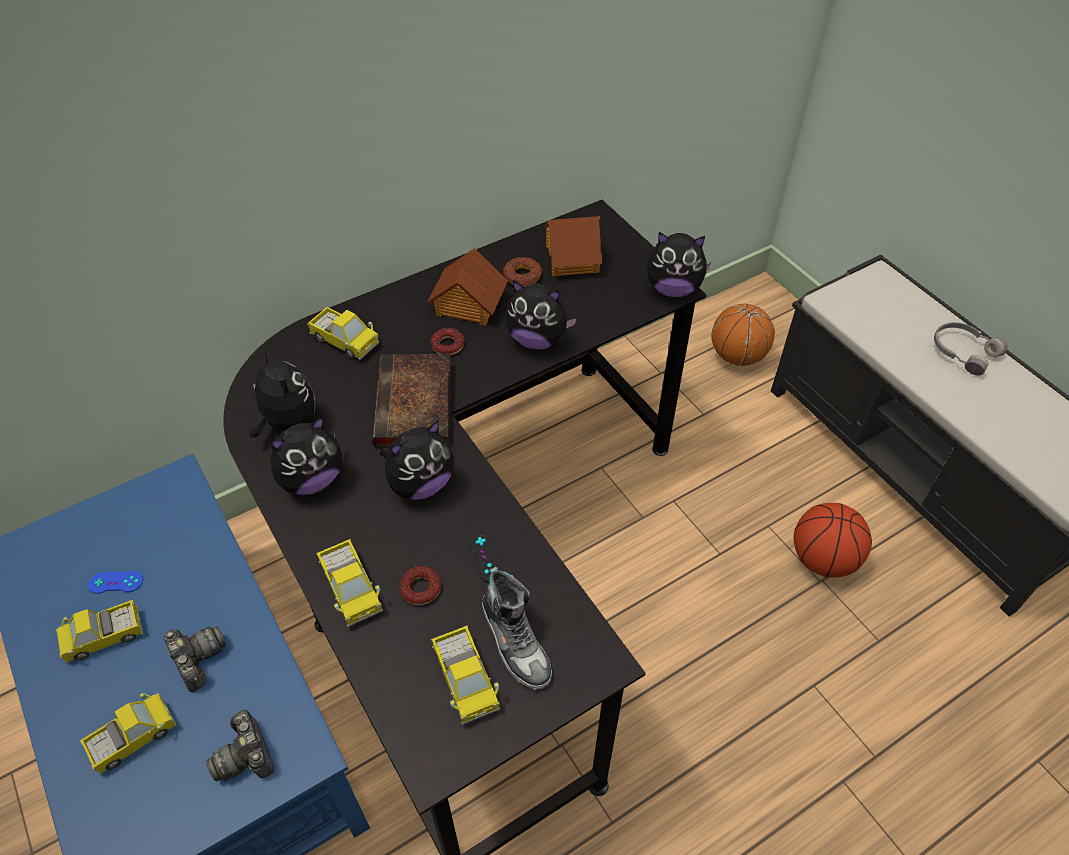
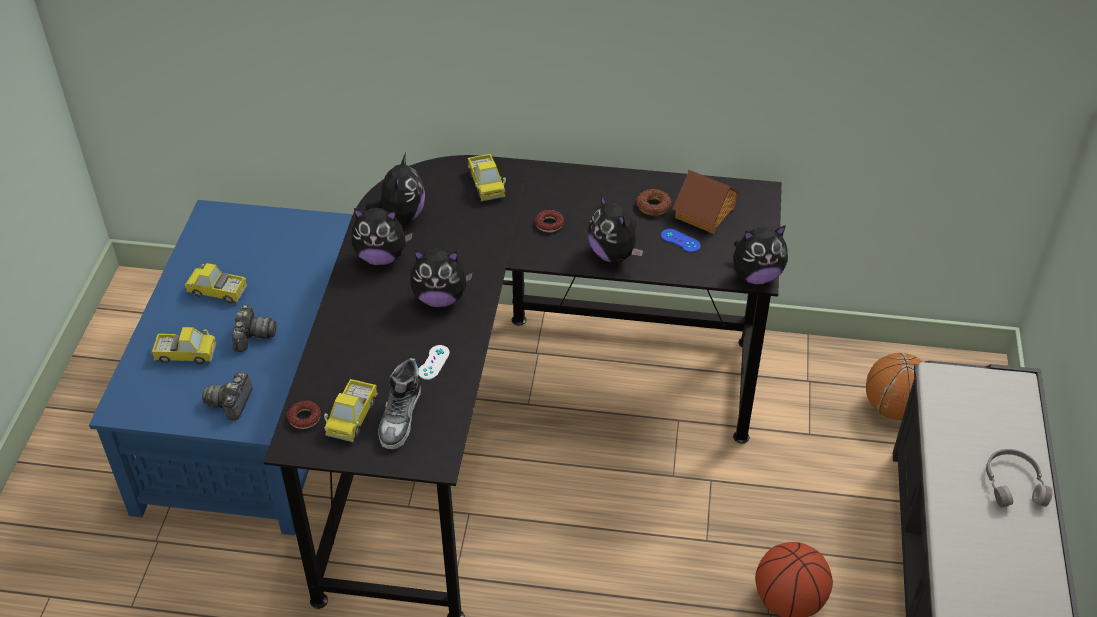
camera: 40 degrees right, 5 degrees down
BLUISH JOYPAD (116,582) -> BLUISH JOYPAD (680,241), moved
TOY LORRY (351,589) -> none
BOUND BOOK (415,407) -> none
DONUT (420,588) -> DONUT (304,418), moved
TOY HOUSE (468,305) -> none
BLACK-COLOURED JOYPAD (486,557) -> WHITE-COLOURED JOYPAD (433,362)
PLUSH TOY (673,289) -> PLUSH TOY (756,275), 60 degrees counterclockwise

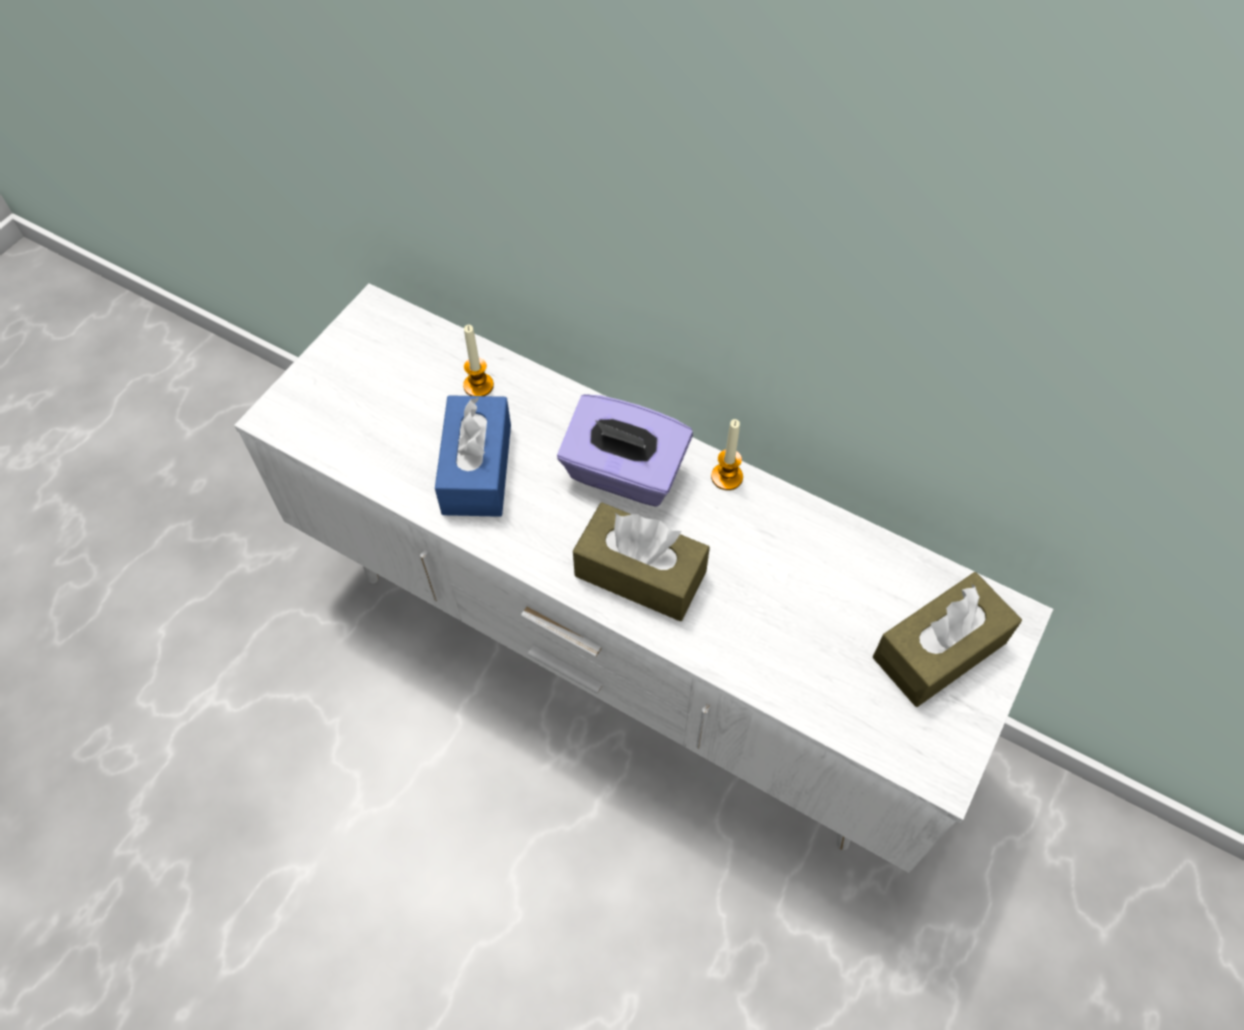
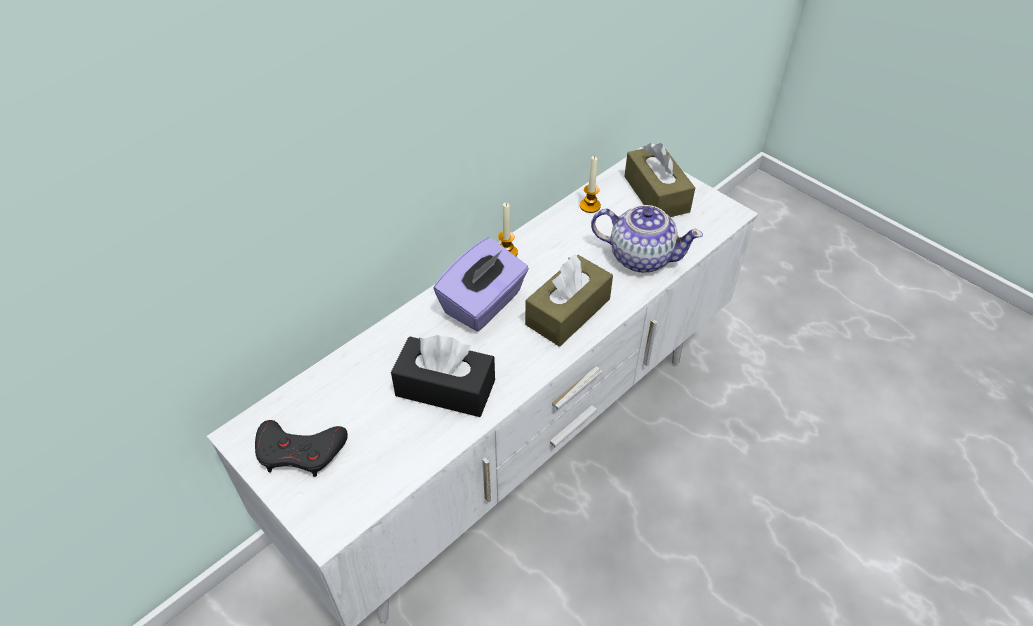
camera: 75 degrees left, 10 degrees down
BLUISH BOX OF TISSUES (477,469) -> BLACK-COLOURED BOX OF TISSUES (445,388)
CANDLE (478,385) -> CANDLE (590,206), moved
none -> BLACK-COLOURED JOYPAD (300,451)
none -> POT FOR TEA (640,256)

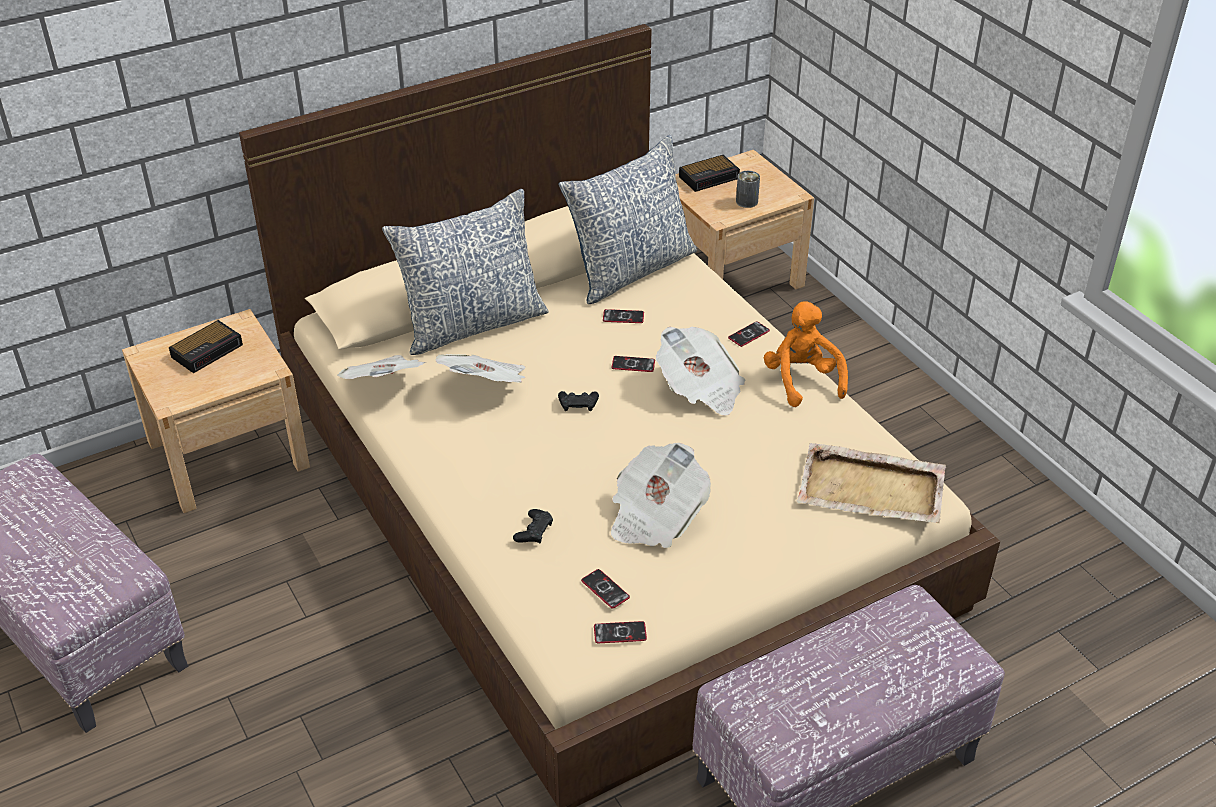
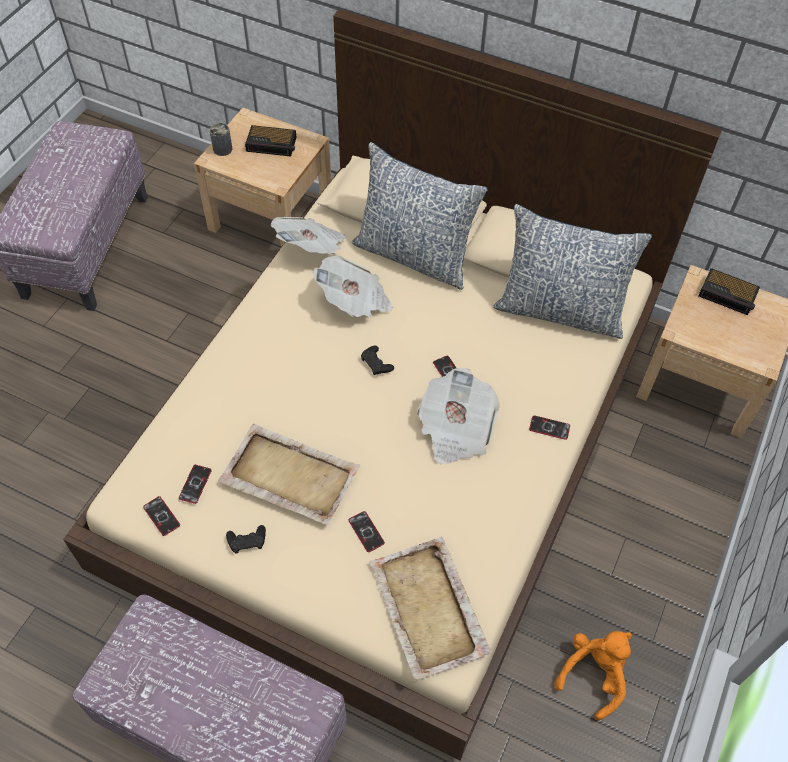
camera: 55 degrees right, 15 degrees up
BLACK-COLOURED JOYPAD (534,531) -> BLACK-COLOURED JOYPAD (247,541), moved
TELEPHONE (623,317) -> TELEPHONE (366,532), moved
PRINTED PAPER (655,516) -> BEIGE SERVING TRAY (288,475)
METAL CAN (747,201) -> METAL CAN (222,149), moved
ORANGE-COLOURED PLUSH TOY (802,380) -> ORANGE-COLOURED PLUSH TOY (594,674), moved

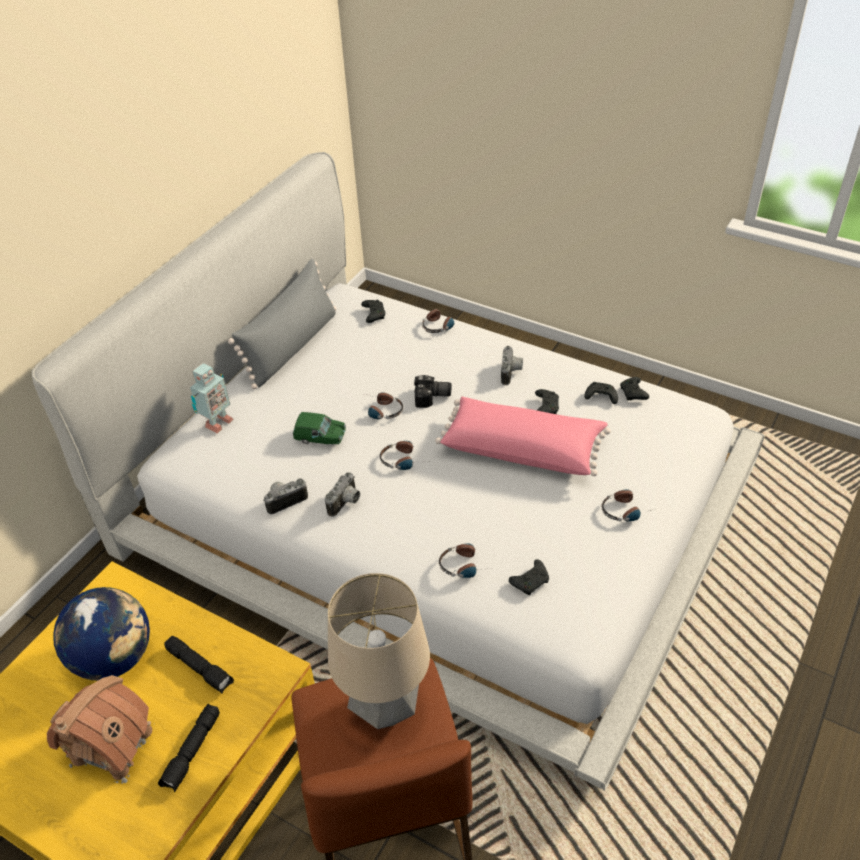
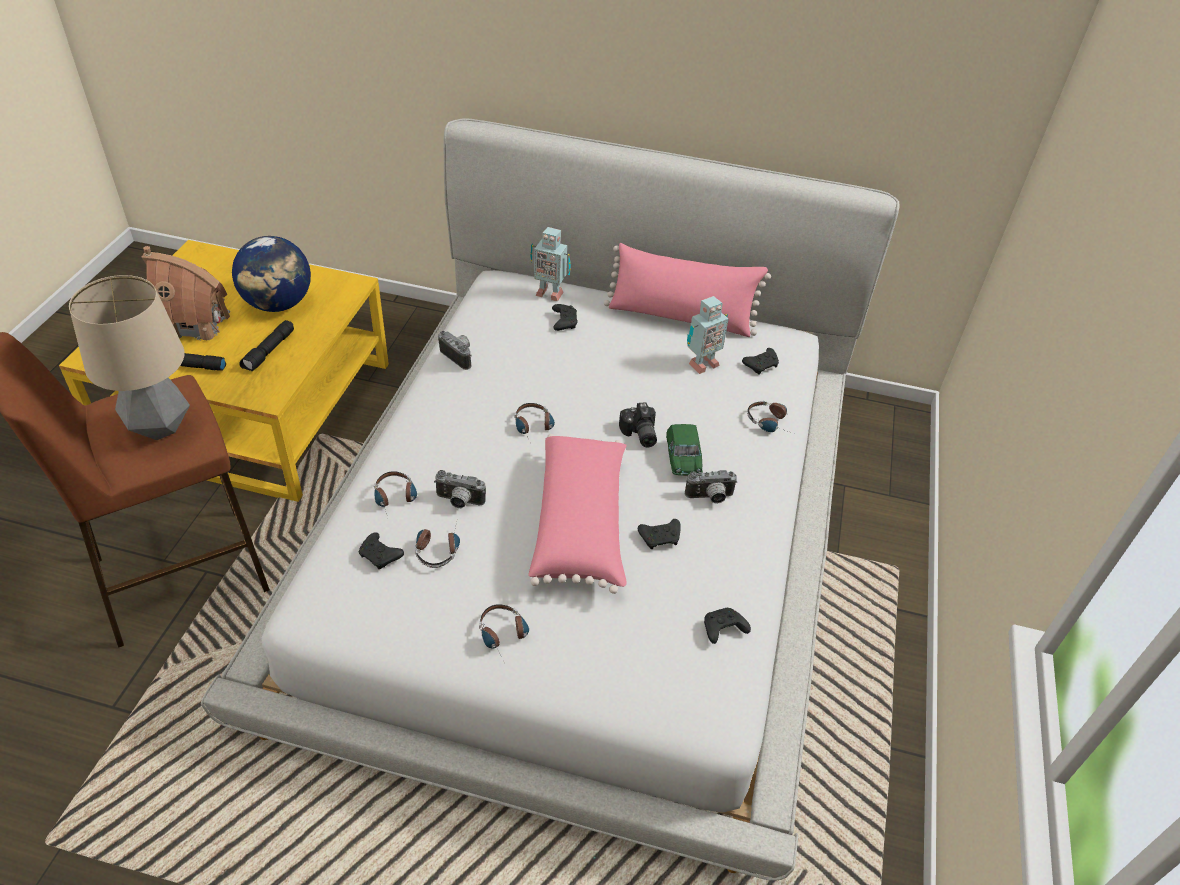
camera: 70 degrees right, 0 degrees up
GREY THROW PILLOW (292,346) -> PINKISH THROW PILLOW (680,317)
GREENISH TOY CAR (320,437) -> GREENISH TOY CAR (683,460), moved
STILL CAMERA (346,503) -> STILL CAMERA (459,502), moved
HEADSET (380,410) -> HEADSET (438,547), moved
BLACK-COLOURED JOYPAD (600,397) -> BLACK-COLOURED JOYPAD (564,321), moved
none -> MODEL ROBOT (701,364)

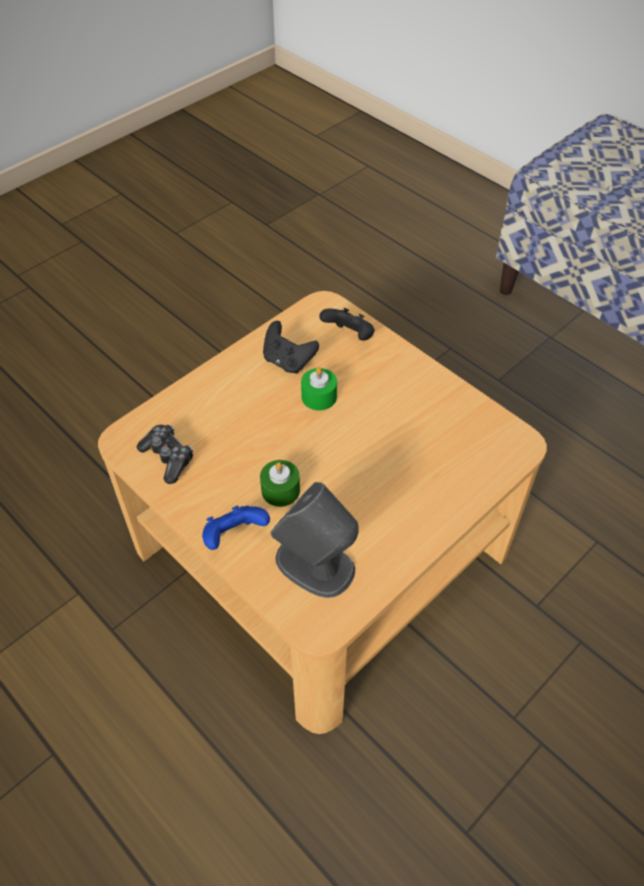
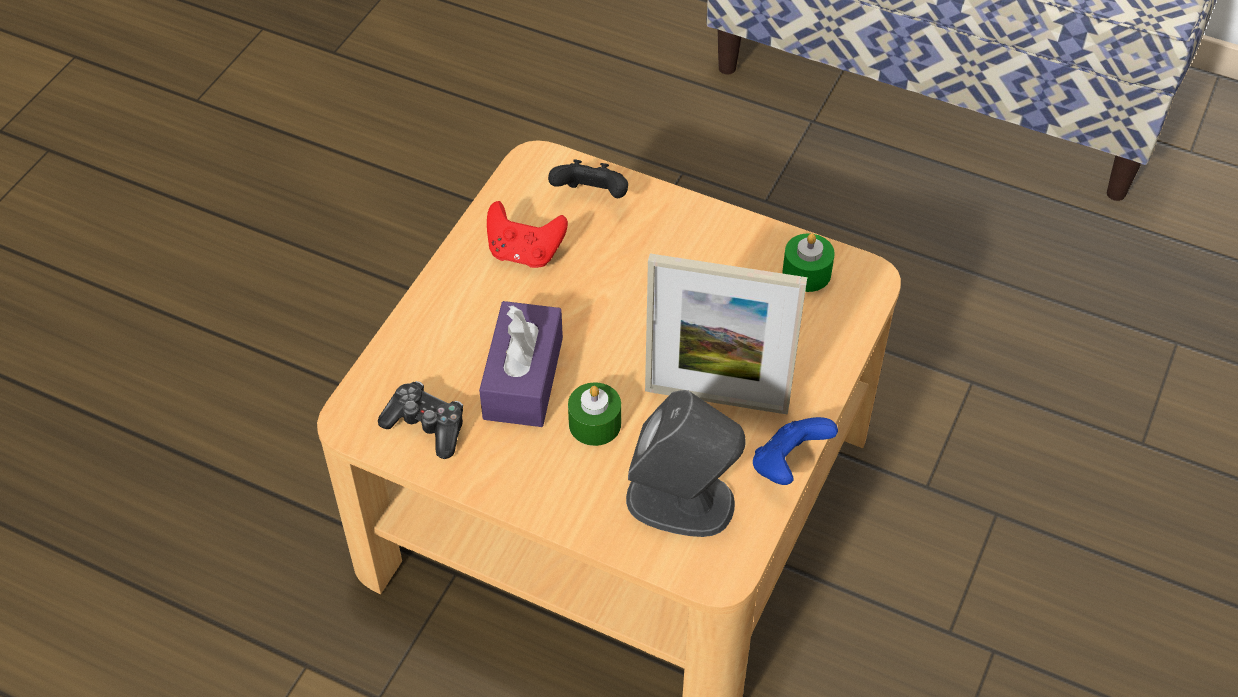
camera: 20 degrees left, 0 degrees up
BLUISH JOYPAD (234,536) -> BLUISH JOYPAD (788,465), moved
BLACK-COLOURED JOYPAD (288,361) -> REDDISH JOYPAD (525,253)
GREENISH CANDLE (319,397) -> GREENISH CANDLE (806,273), moved
none -> PURPLE BOX OF TISSUES (523,378)
none -> STANDING FRAME (716,399)

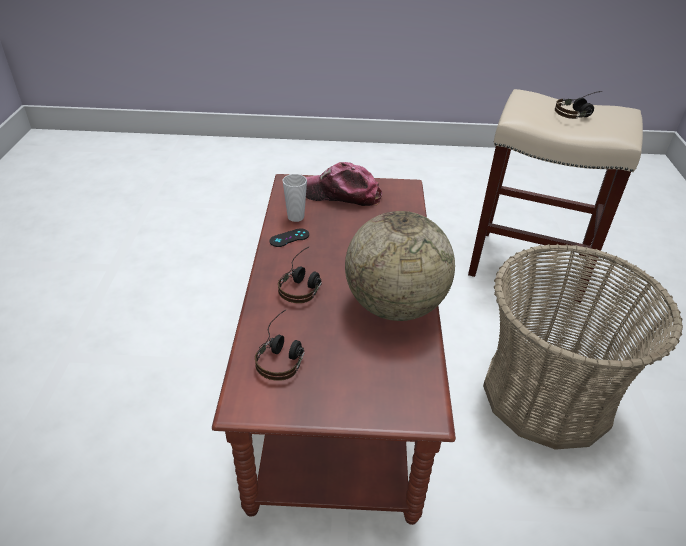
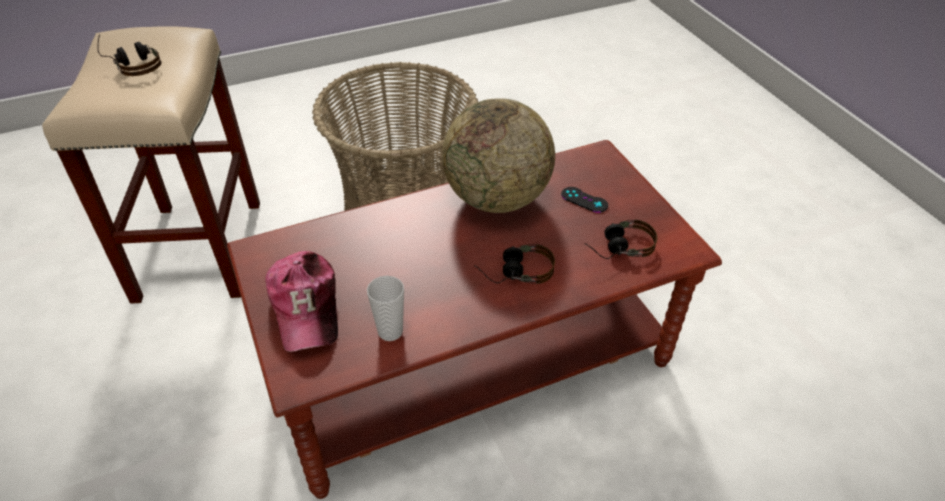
camera: 115 degrees left, 5 degrees up
BLACK-COLOURED JOYPAD (289,238) -> BLACK-COLOURED JOYPAD (584,200), moved

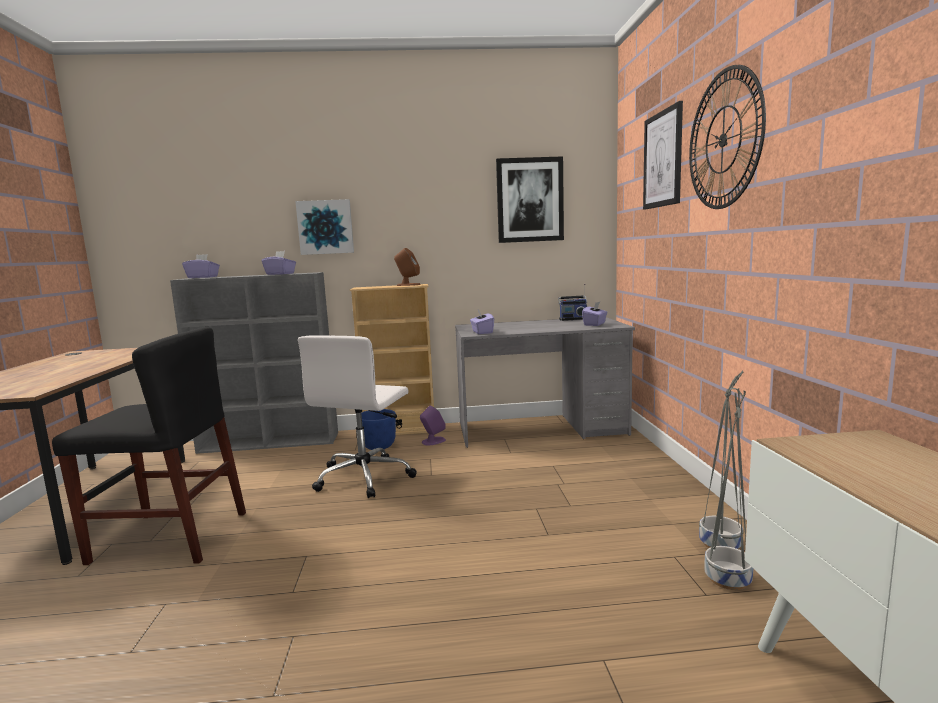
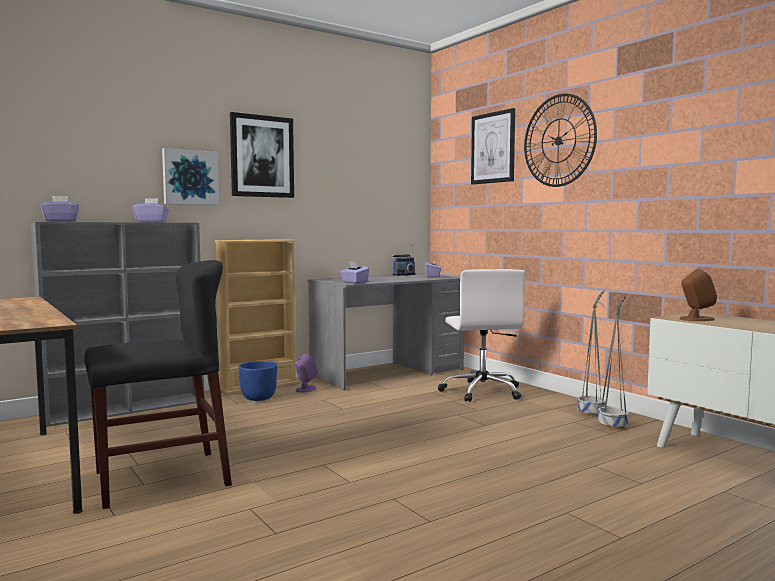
camera: 30 degrees left, 5 degrees down
WHITE-COLOURED DESK CHAIR (365,477) -> WHITE-COLOURED DESK CHAIR (482,391), moved
BROWN-COLOURED LOUDSPEAKER (408,285) -> BROWN-COLOURED LOUDSPEAKER (696,319), moved
WALL PICTURE (529,200) -> WALL PICTURE (262,156), moved

